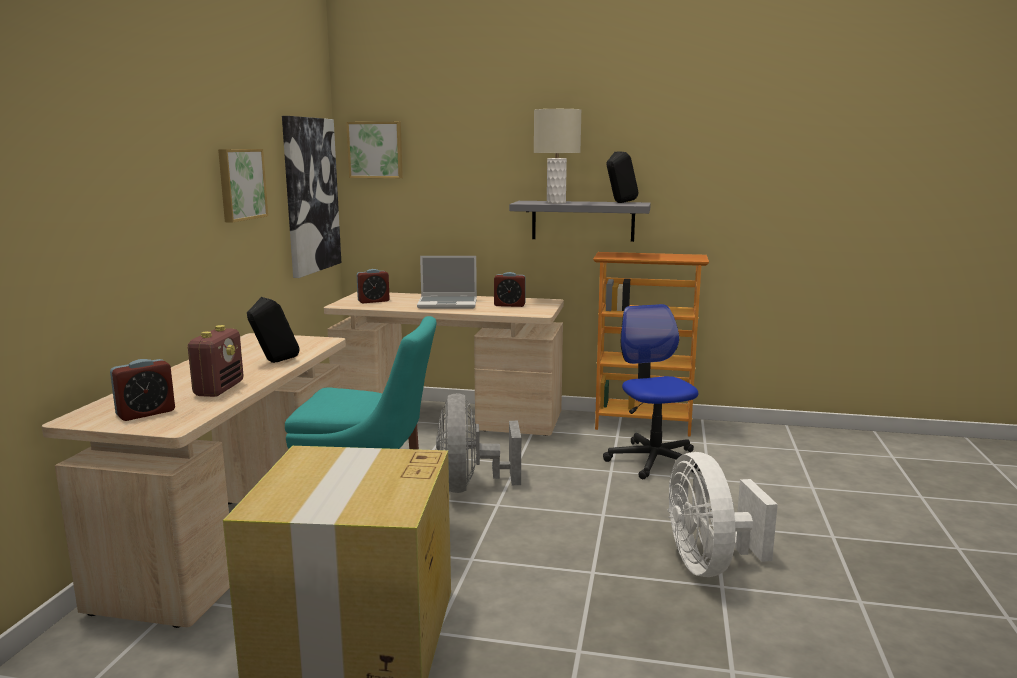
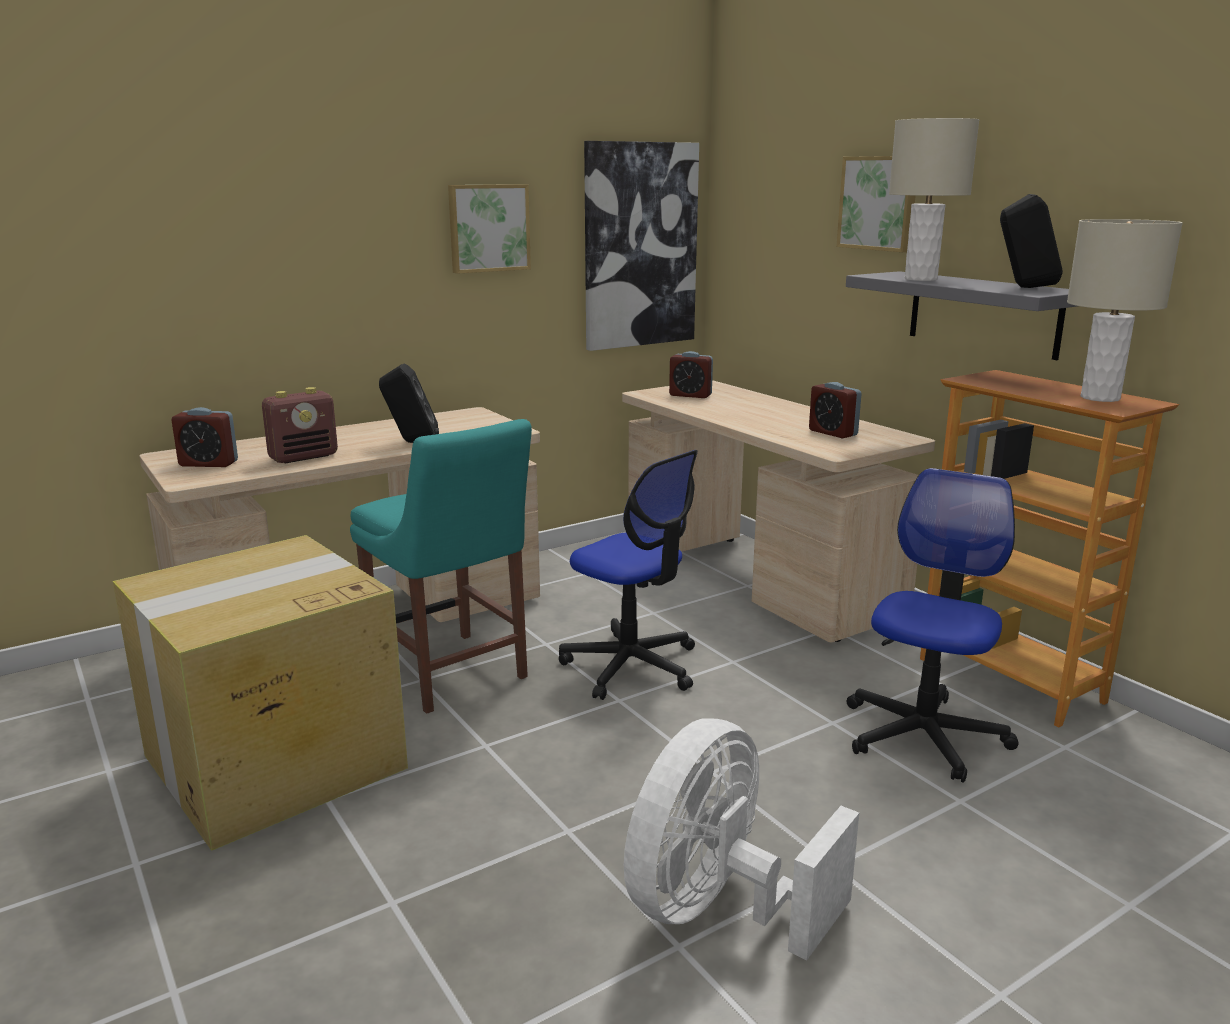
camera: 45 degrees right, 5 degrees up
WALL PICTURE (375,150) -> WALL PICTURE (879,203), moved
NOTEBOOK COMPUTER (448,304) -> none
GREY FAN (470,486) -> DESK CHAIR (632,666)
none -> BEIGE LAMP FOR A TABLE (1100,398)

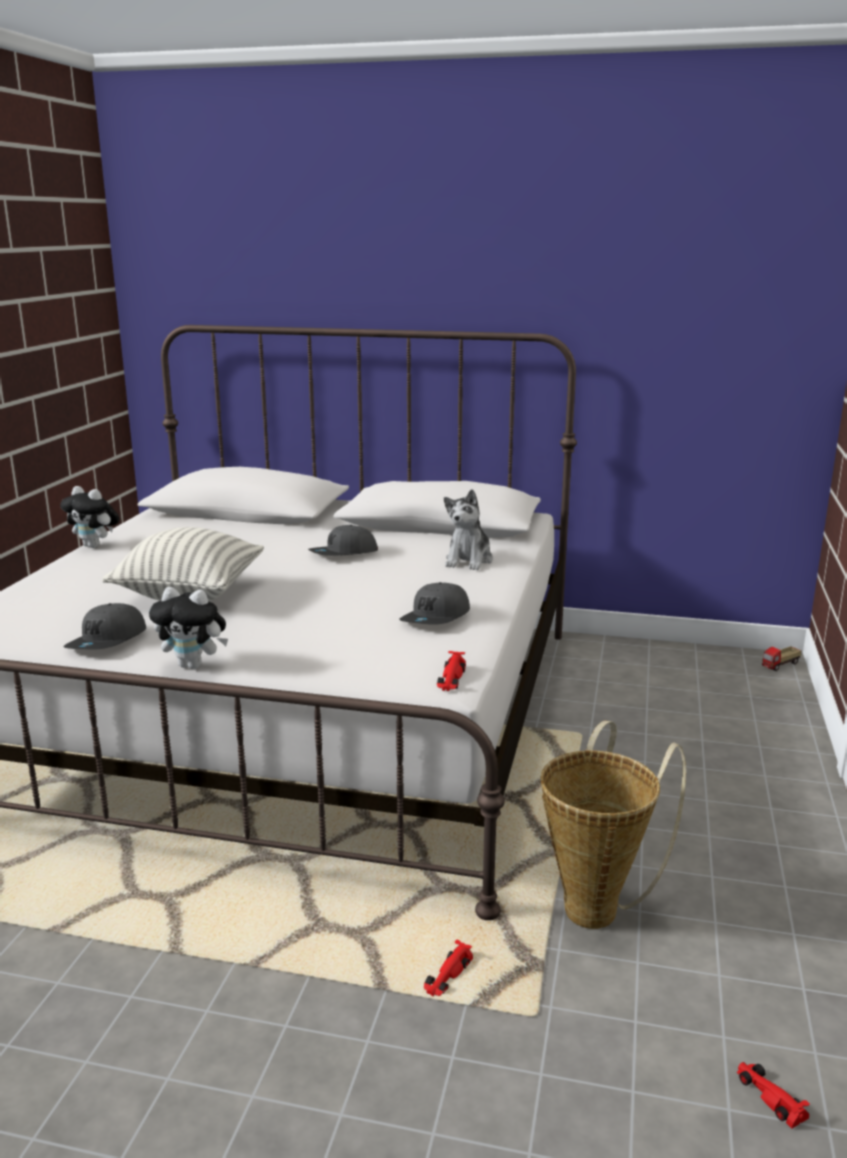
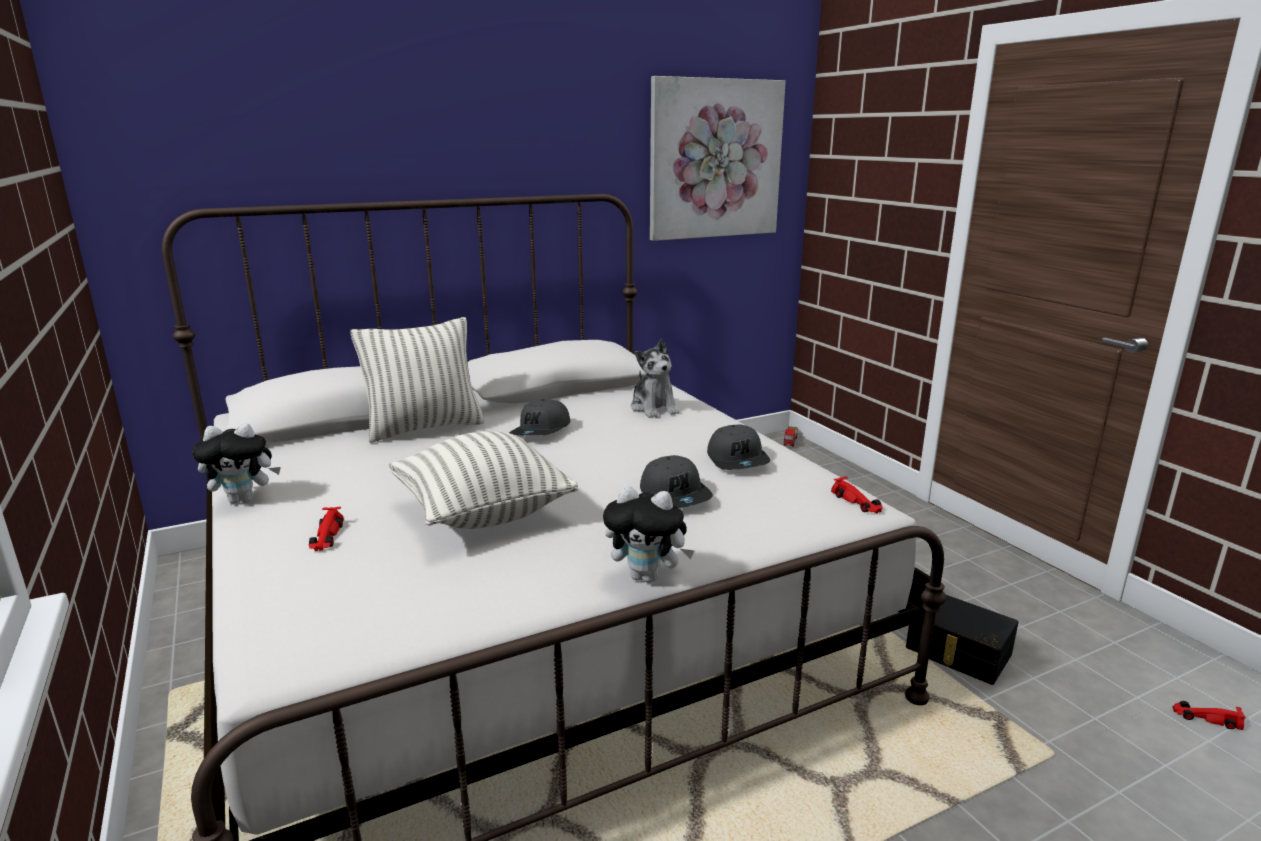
camera: 40 degrees left, 0 degrees up
GREY BASEBALL CAP (108,641) -> GREY BASEBALL CAP (675,495), moved
PLUSH TOY (194,665) -> PLUSH TOY (647,577), 45 degrees clockwise
REDDISH TOY CAR (447,976) -> REDDISH TOY CAR (326,536), moved
BASKET (597,905) -> BLACK-COLOURED STORAGE BIN (957,653)
none -> THROW PILLOW (424,428)
none -> WALL PICTURE (715,159)

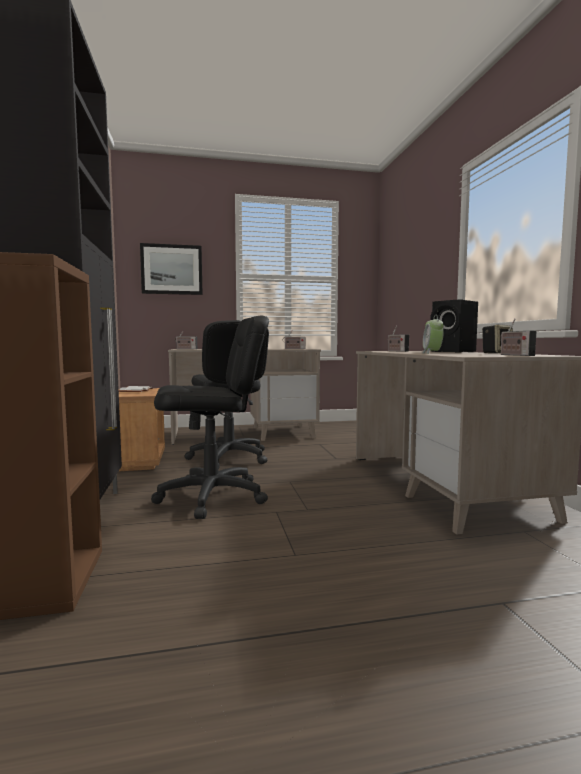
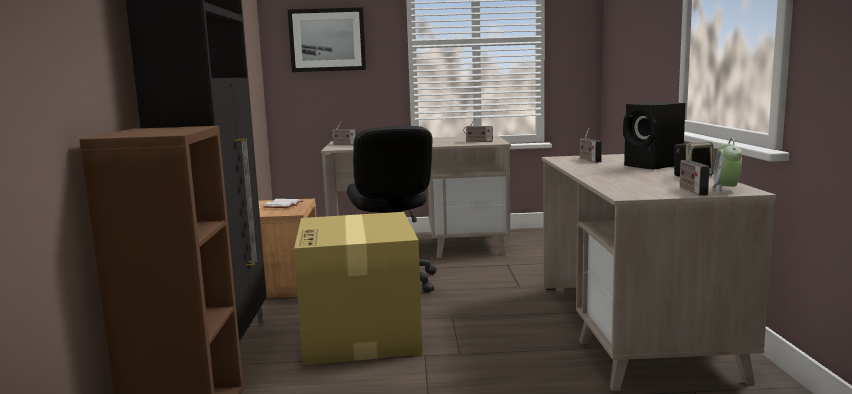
camera: 10 degrees right, 5 degrees up
BLACK-COLOURED DESK CHAIR (212,496) -> CARDBOARD BOX (361,334)
BEDSIDE CLOCK (432,353) -> BEDSIDE CLOCK (726,190), moved

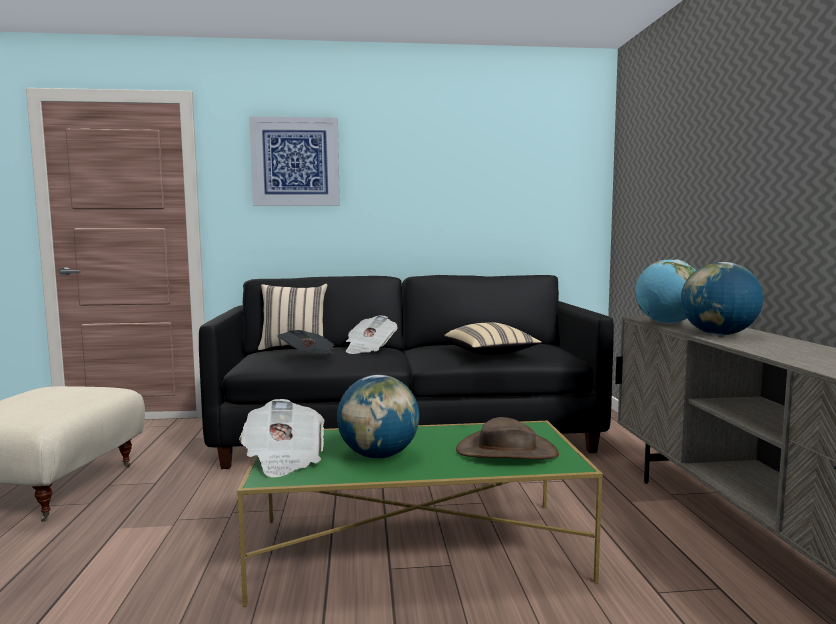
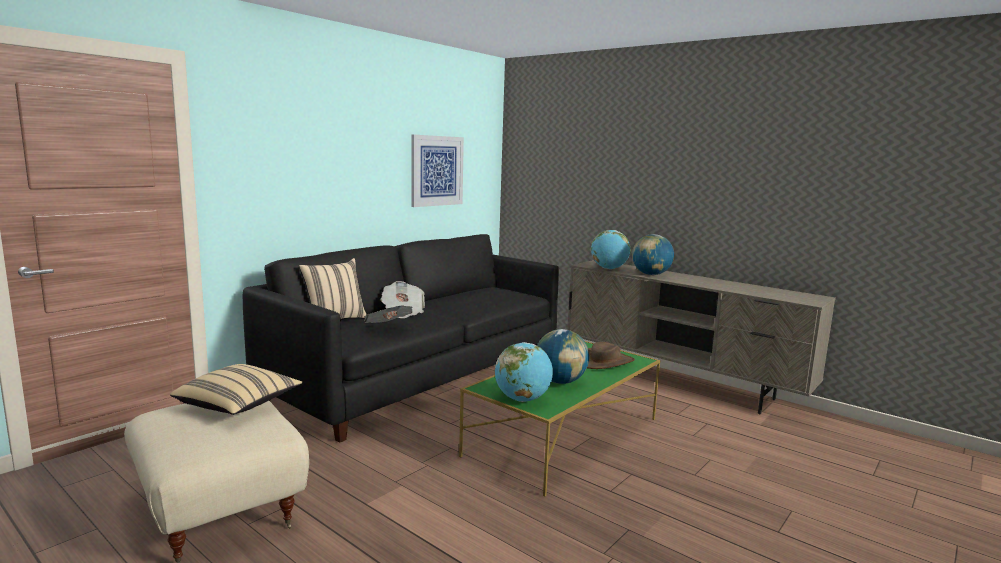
camera: 45 degrees left, 5 degrees up
PRINTED PAPER (284,459) -> DESK GLOBE (522,399)
WALL PICTURE (295,162) -> WALL PICTURE (437,171), moved
BEIGE THROW PILLOW (490,354) -> BEIGE THROW PILLOW (239,406), moved

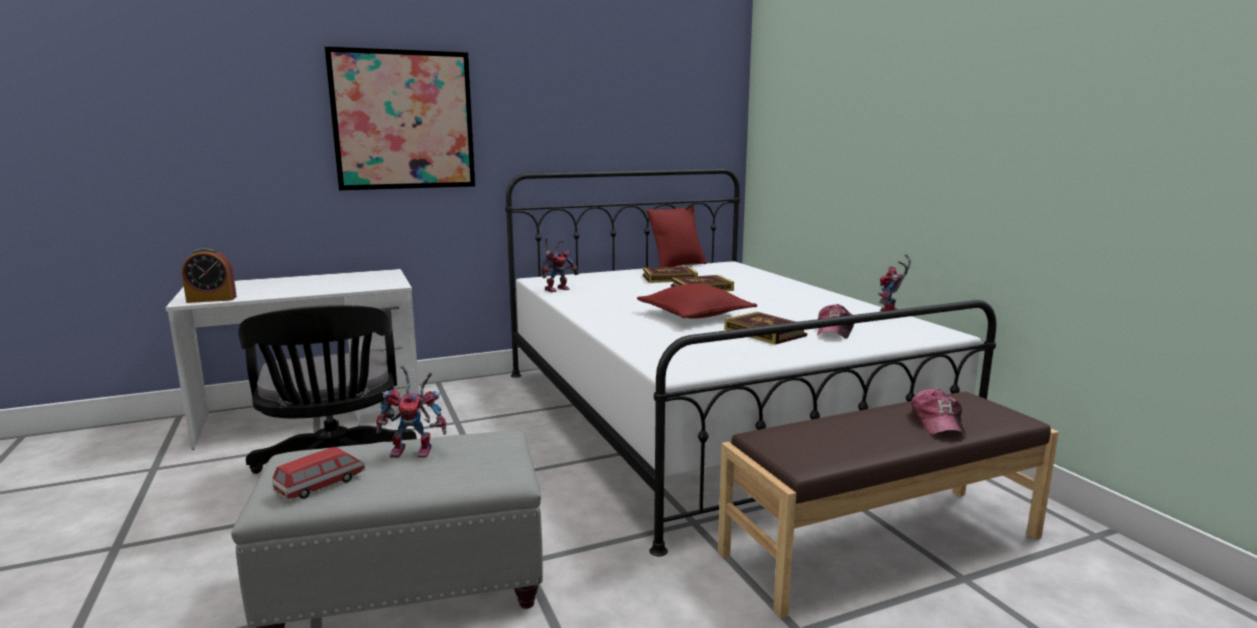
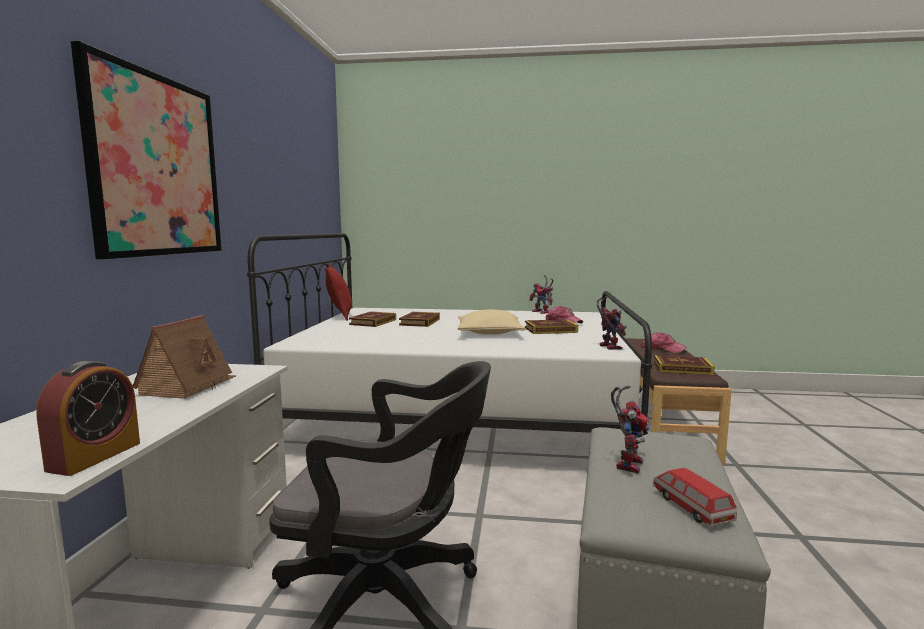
camera: 60 degrees left, 5 degrees down
MODEL ROBOT (557,289) -> MODEL ROBOT (607,347), moved
REDDISH THROW PILLOW (695,315) -> BEIGE THROW PILLOW (489,333)
none -> TOY HOUSE (188,386)
none -> BOUND BOOK (682,368)

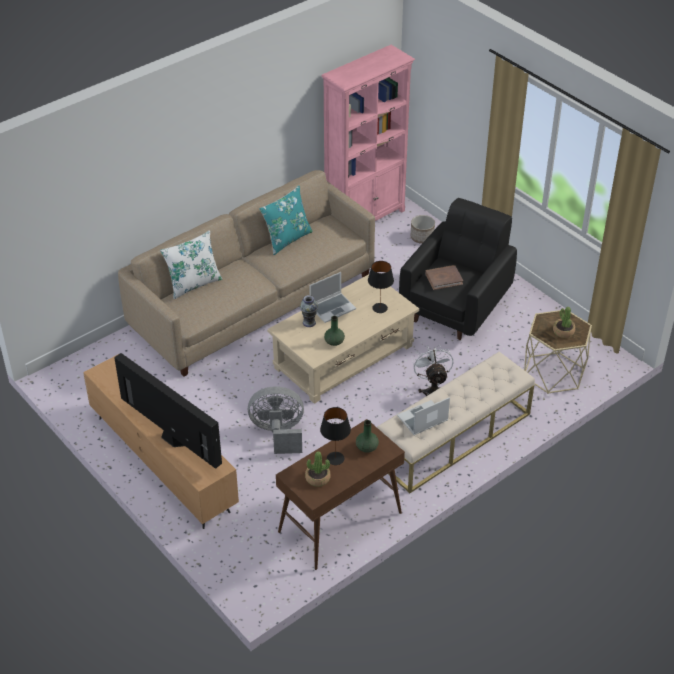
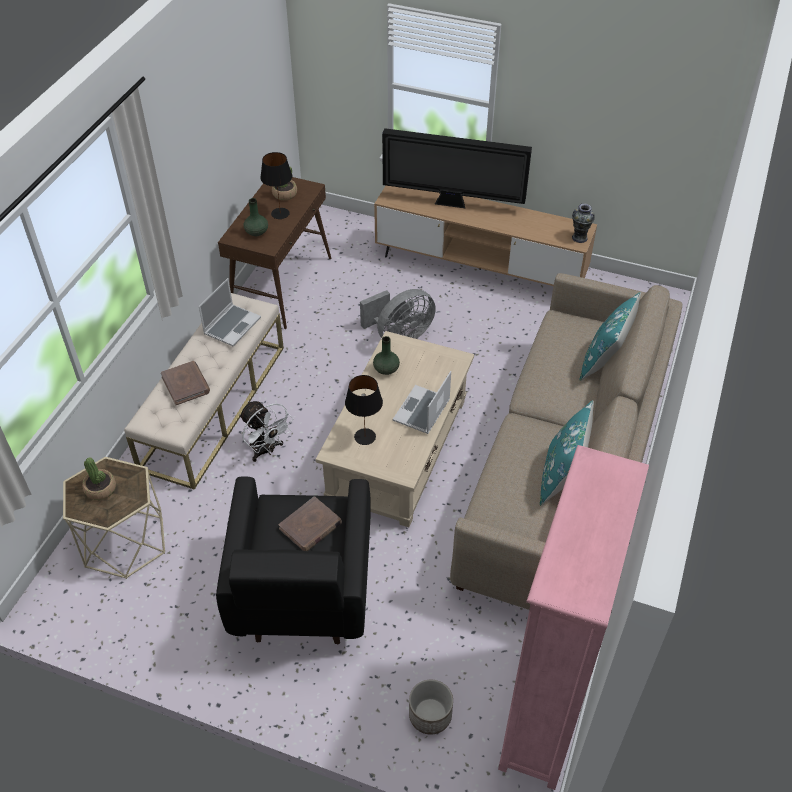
camera: 150 degrees right, 5 degrees up
WHITE-COLOURED THROW PILLOW (193,284) -> TURQUOISE THROW PILLOW (604,361)
DECORATIVE VASE (309,322) -> DECORATIVE VASE (579,238), moved
none -> BROWN-COLOURED BOUND BOOK (186,384)

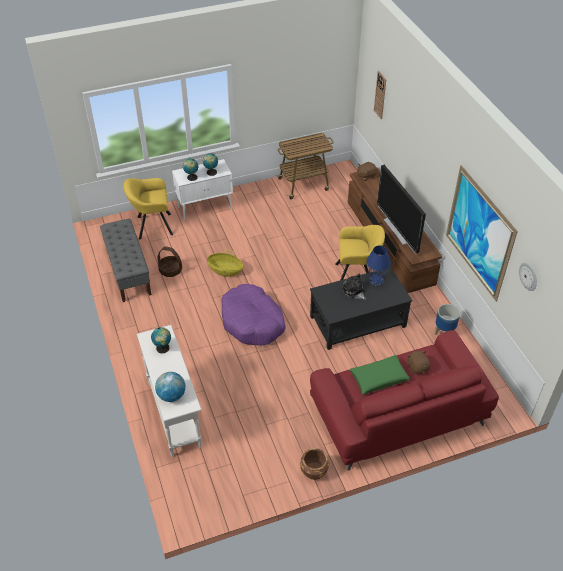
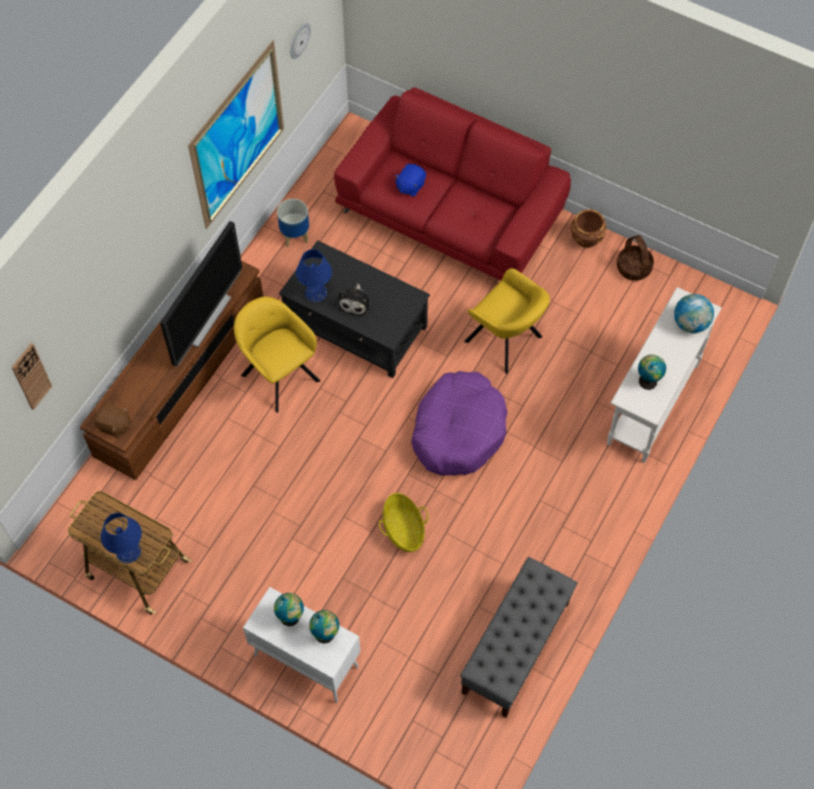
camera: 130 degrees left, 15 degrees up
YELLOW-COLOURED ARMCHAIR (152,226) -> YELLOW-COLOURED ARMCHAIR (505,342), moved
BASKET (170,270) -> BASKET (634,268), moved
GREENISH THROW PILLOW (379,378) -> none
BROWN-COLOURED PLUSH TOY (417,367) -> BLUISH PLUSH TOY (410,186)
none -> BLUISH LAMP FOR A TABLE (128,551)

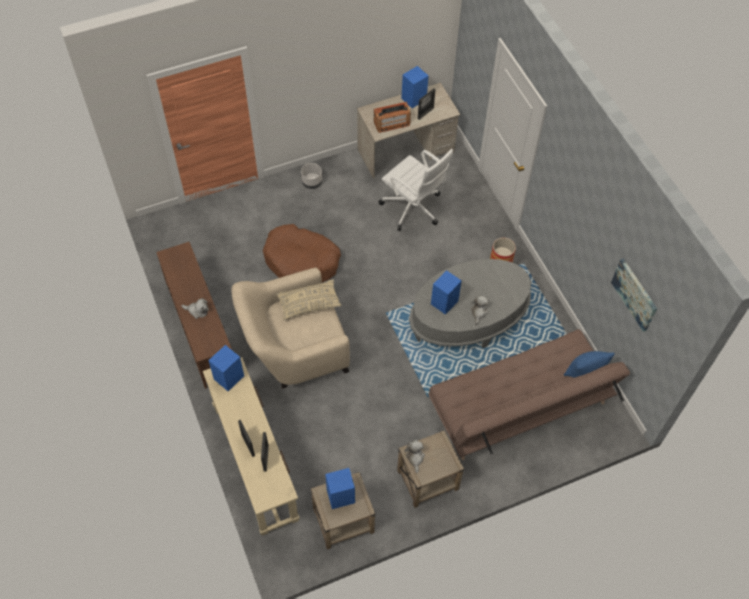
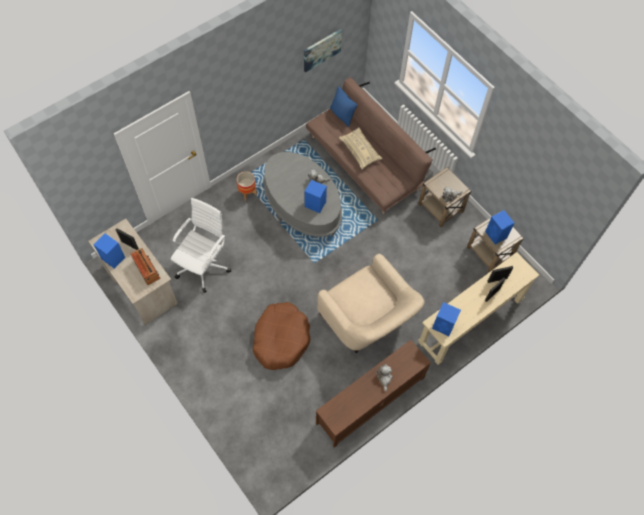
camera: 105 degrees left, 5 degrees up
BEIGE THROW PILLOW (309,303) -> BEIGE THROW PILLOW (360,151), moved
GREY PLANTER (312,182) -> none

